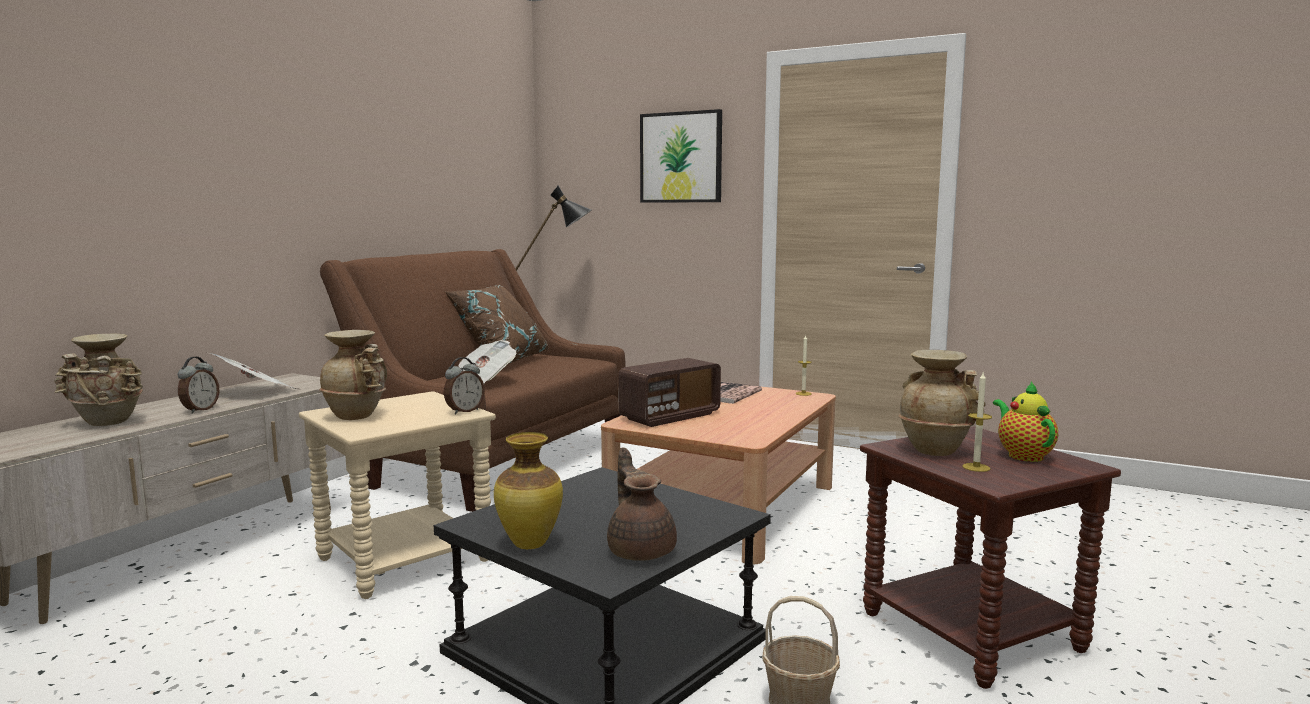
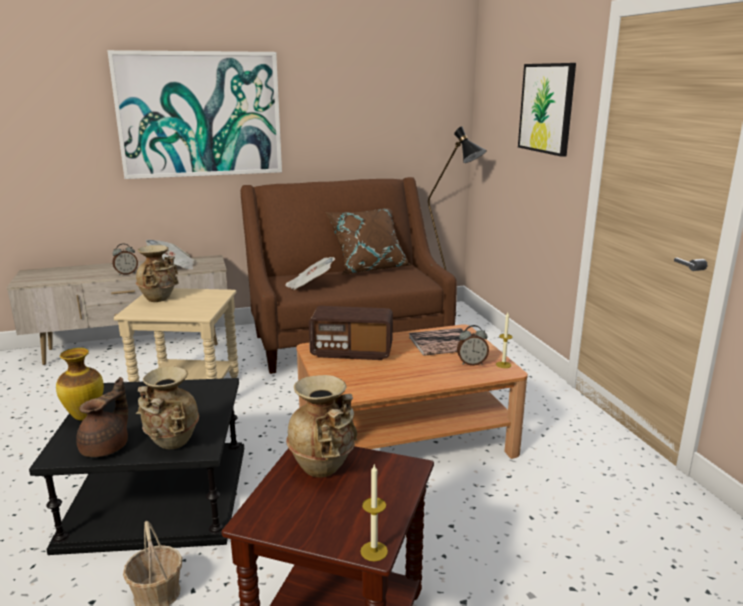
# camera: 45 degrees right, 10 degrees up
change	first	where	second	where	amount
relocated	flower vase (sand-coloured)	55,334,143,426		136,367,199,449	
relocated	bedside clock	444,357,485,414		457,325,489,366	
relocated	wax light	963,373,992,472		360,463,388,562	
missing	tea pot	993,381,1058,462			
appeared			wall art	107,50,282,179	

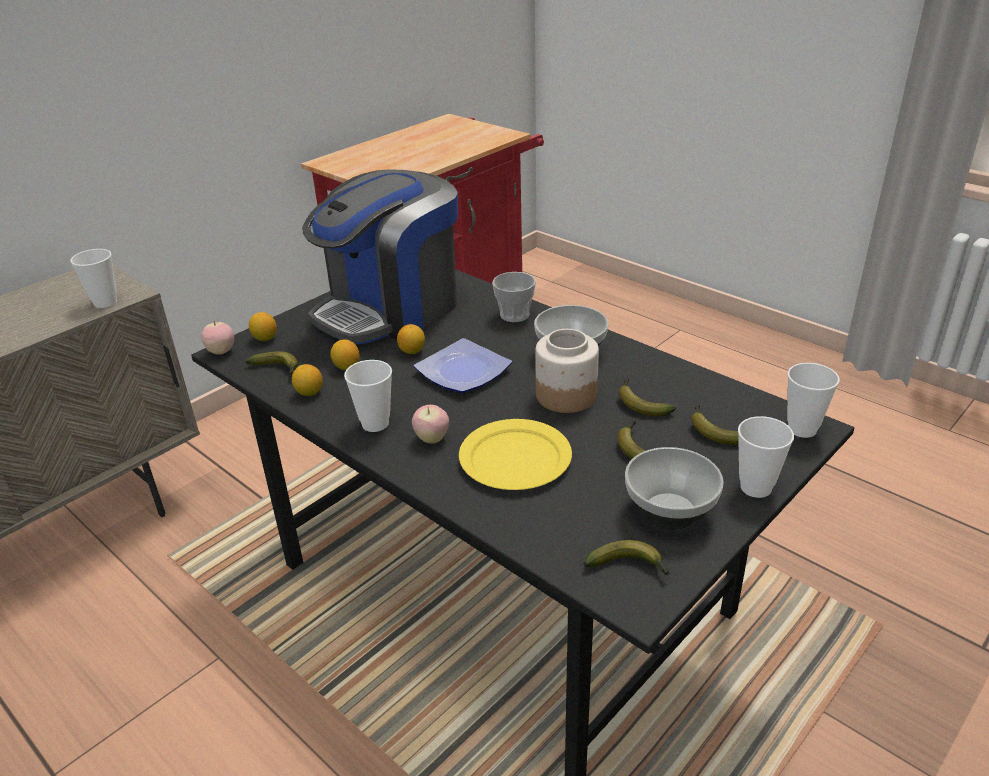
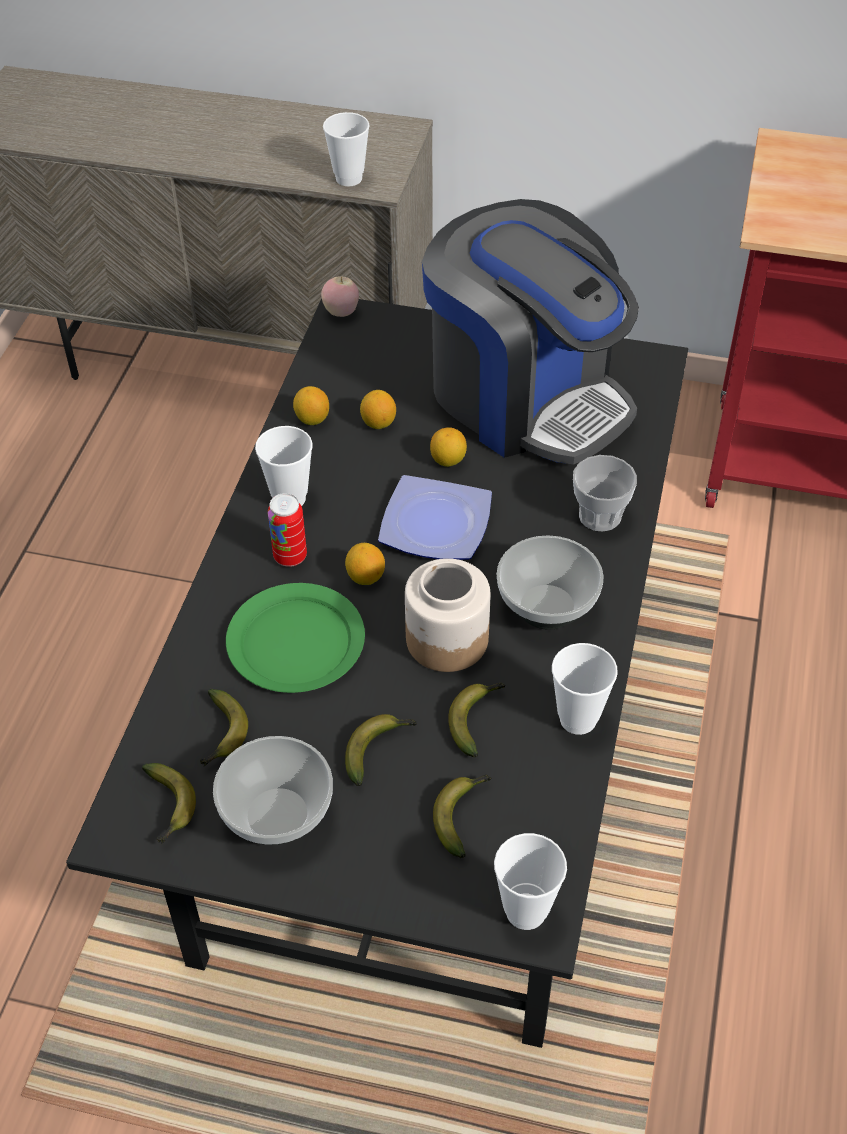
# camera: 60 degrees right, 15 degrees up
change	first	where	second	where	amount
spun	coffee brewer	302,169,458,345		422,199,639,465	150 degrees counterclockwise
relocated	citrus fruit	249,312,277,341		345,543,385,585	
relocated	banana fruit	245,351,298,375		200,689,248,767	
exchanged	apple	412,405,449,444	metal can	268,493,307,567	
relocated	small cup	738,416,794,498		552,643,618,735	
colour	dinner plate (yellow-coloured)	459,419,572,490	dinner plate (green-coloured)	226,583,365,693	

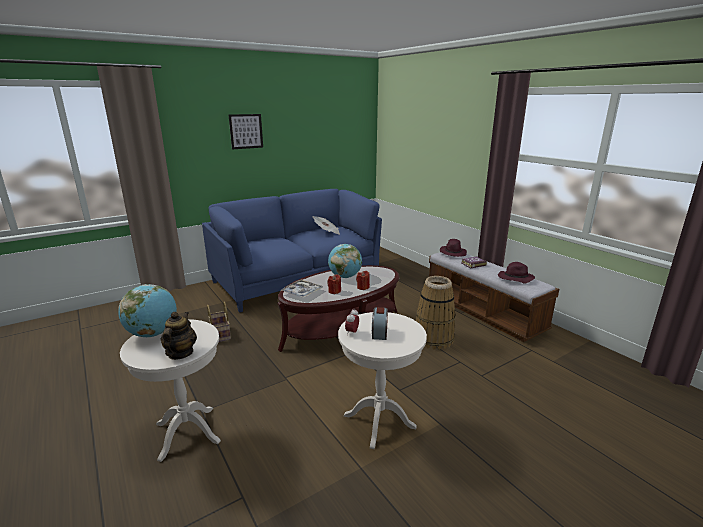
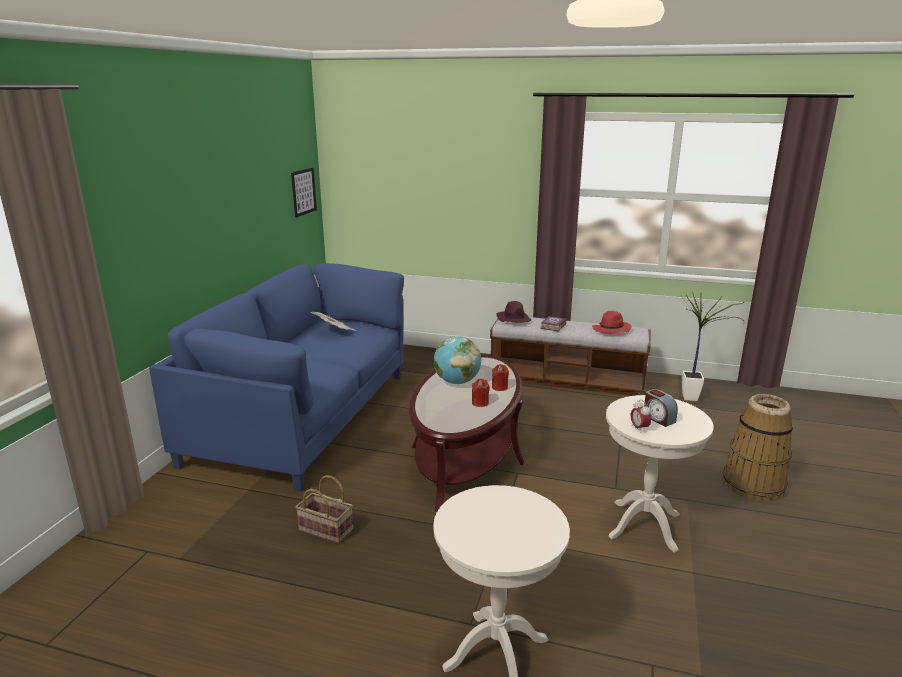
# camera: 40 degrees left, 0 degrees up
change	first	where	second	where	amount
relocated	wall art	229,114,263,149		291,168,317,218	
colour	hat (purple-coloured)	498,262,535,283	hat (red-coloured)	592,311,631,333	
relocated	household basket	416,276,456,350		723,394,793,502	
missing	serving tray	280,280,323,298			
missing	desk globe	118,284,177,337			
missing	tea pot	161,312,197,360			
appeared			plant in a pot	681,294,744,401	

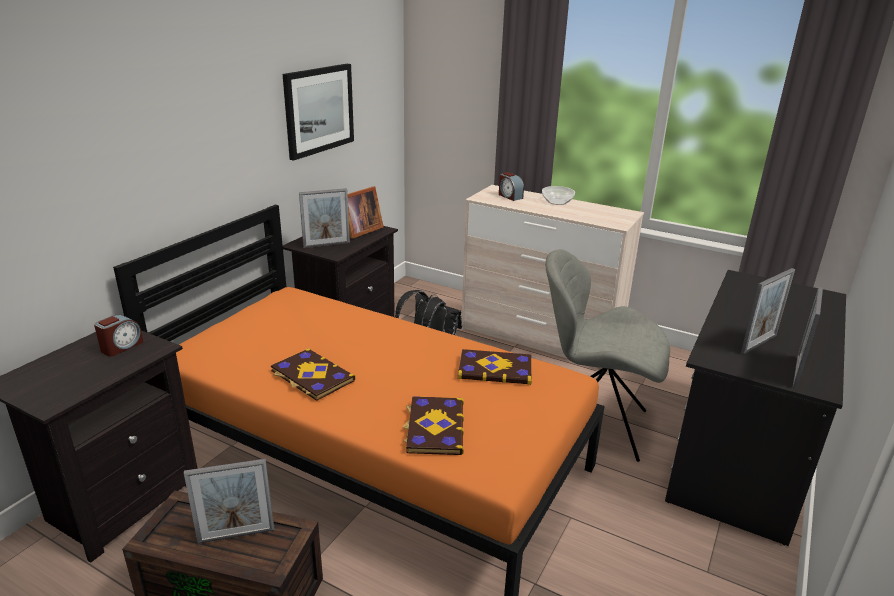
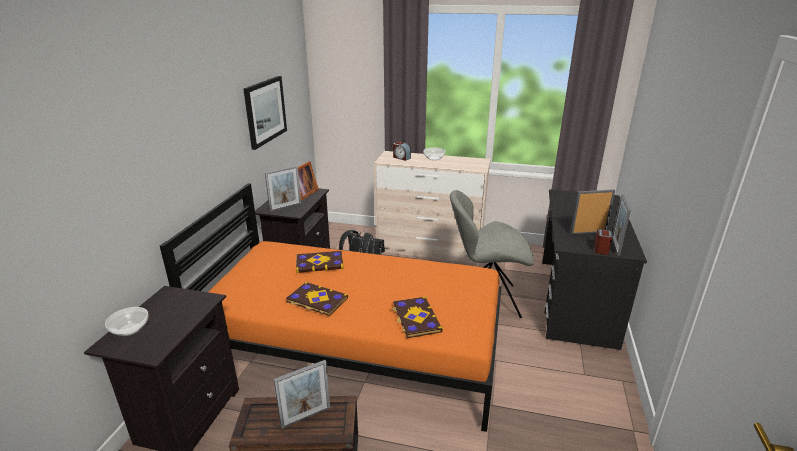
# camera: 15 degrees left, 0 degrees up
change	first	where	second	where	amount
spun	photo frame	741,268,795,354		570,189,615,235	135 degrees counterclockwise
relocated	bedside clock	94,315,143,356		594,229,612,255	
relocated	volume	458,349,532,385		296,251,344,273	
appeared			serving bowl	105,307,148,336	

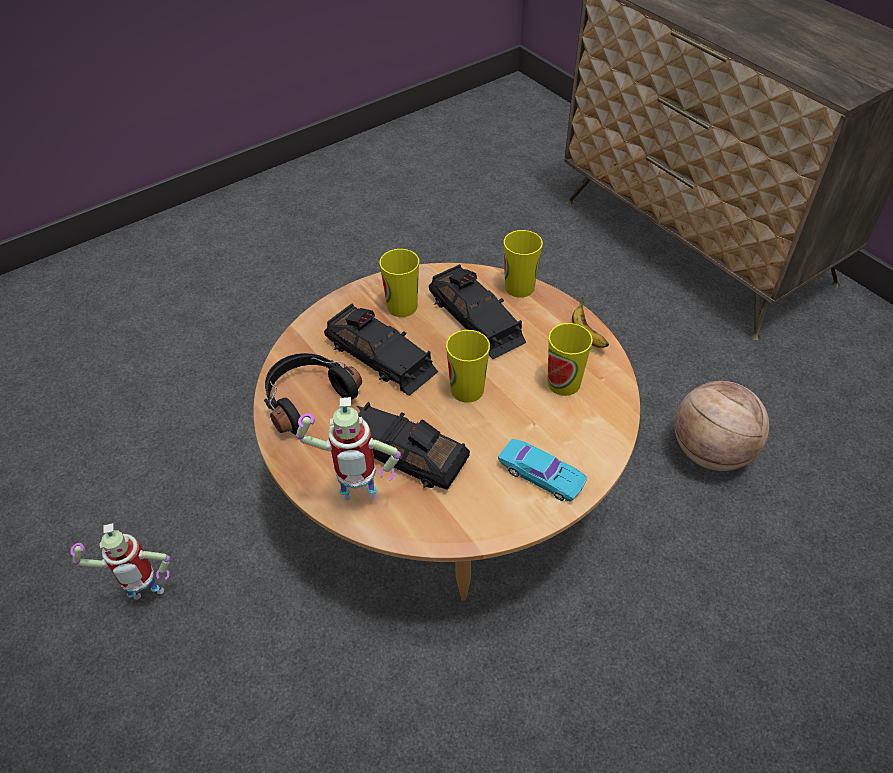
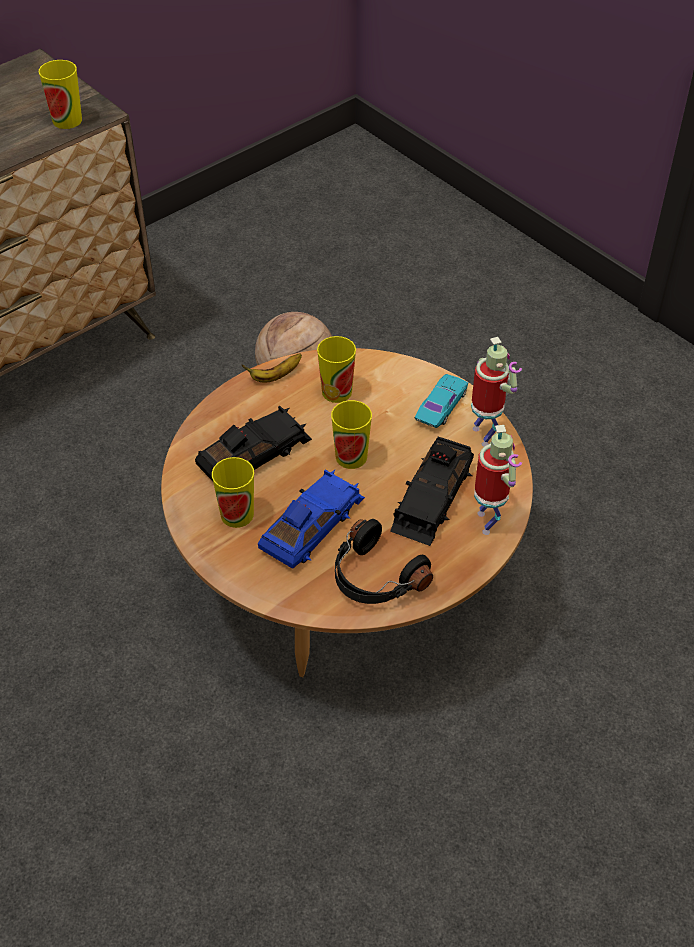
# camera: 95 degrees left, 0 degrees up
change	first	where	second	where	amount
relocated	small cup	504,230,543,298		39,60,82,129	
colour	toy car (blackish)	324,304,438,396	toy car (blue-coloured)	258,470,365,569	
relocated	model robot	70,523,171,600		471,337,522,447	

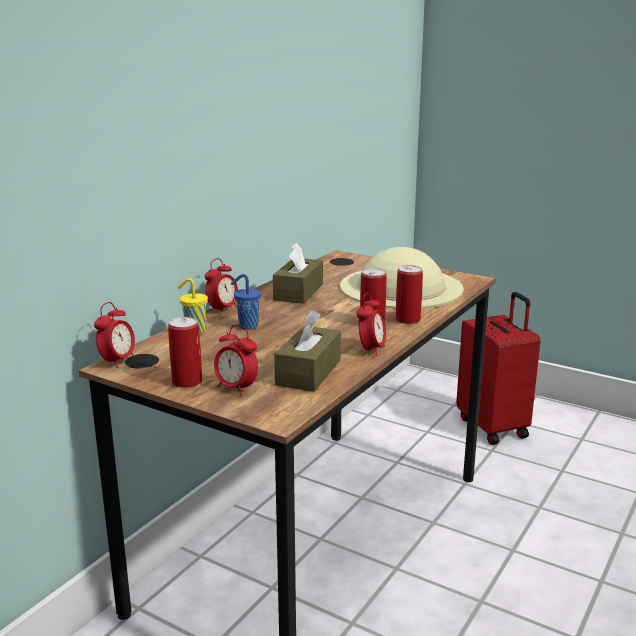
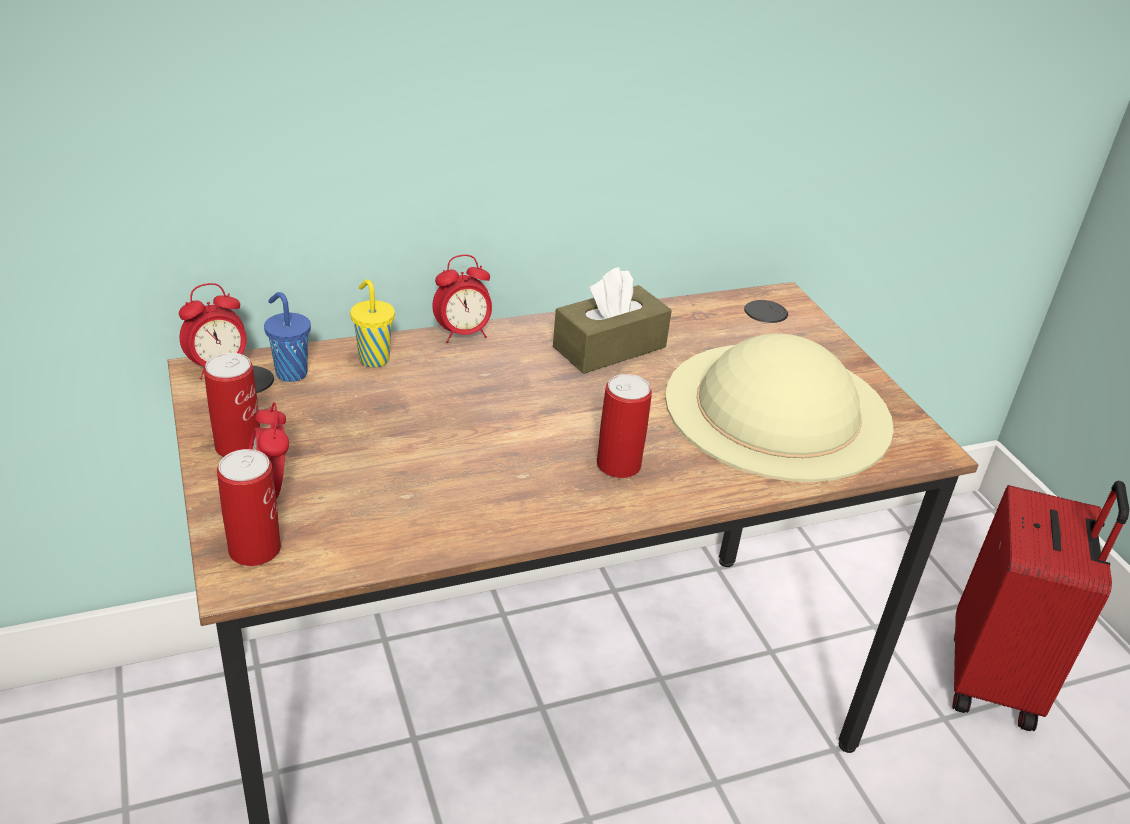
# camera: 35 degrees right, 15 degrees up
change	first	where	second	where	amount
relocated	metal can	396,265,423,324		217,449,281,566	
relocated	small cup (blue-coloured)	231,274,261,330		264,292,311,382	
missing	bedside clock	357,293,386,356			
missing	tissue box (brown)	274,311,341,392			

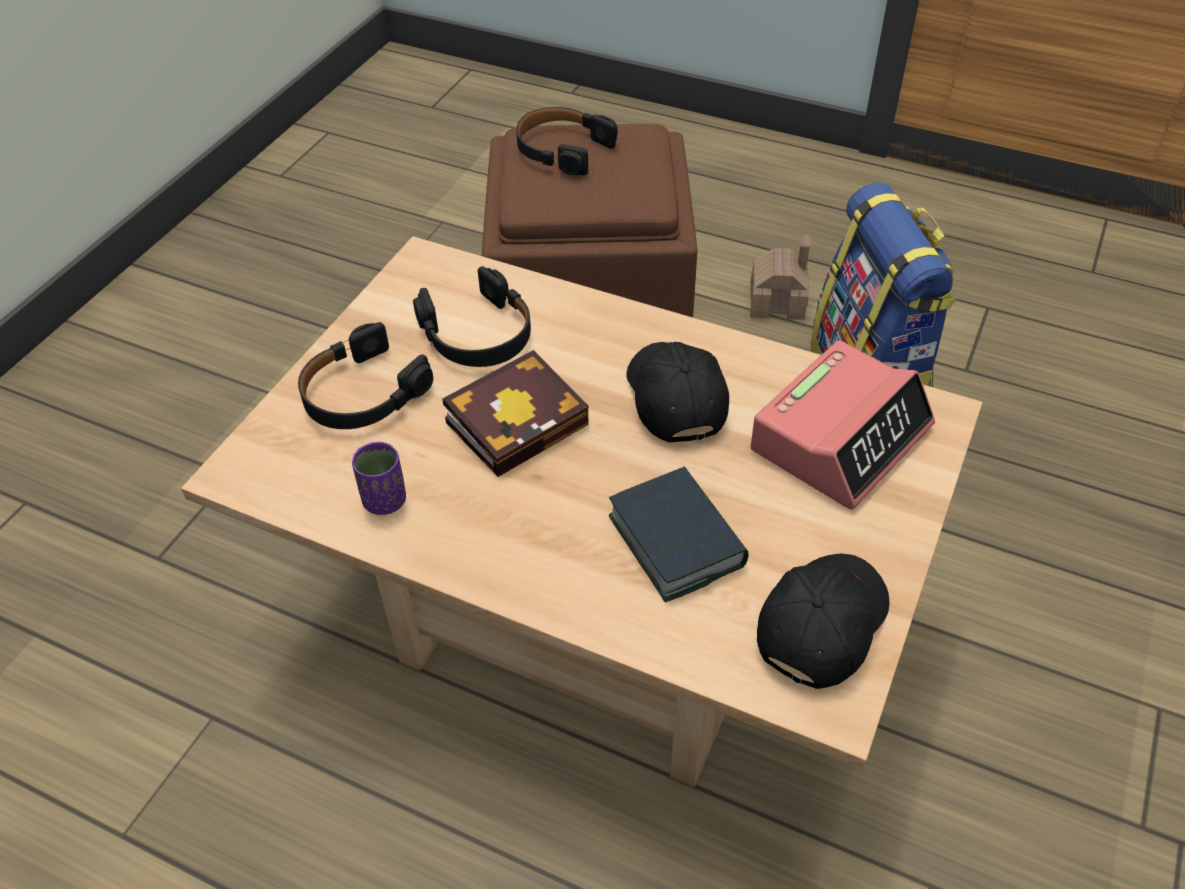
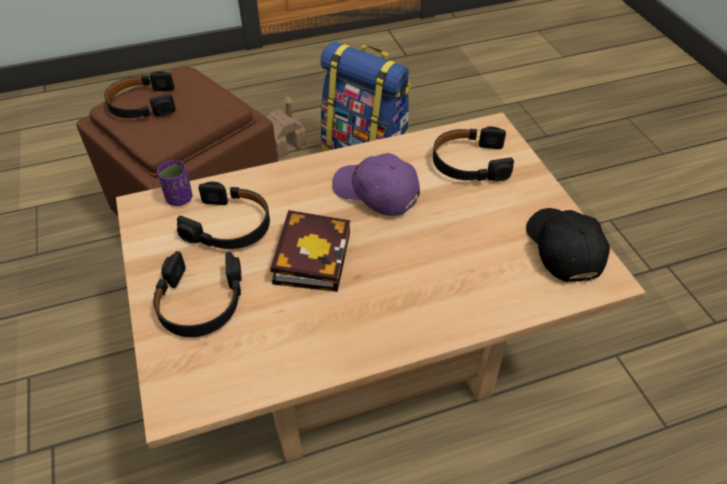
# camera: 45 degrees left, 0 degrees up
change	first	where	second	where	amount
exchanged	bedside clock	751,340,935,509	headset (blackish)	433,126,514,181	
colour	cap (blackish)	626,342,729,443	cap (purple-coloured)	332,153,420,216	
relocated	small cup (purple-coloured)	352,442,406,515		157,161,192,206	
missing	volume	609,466,749,602			

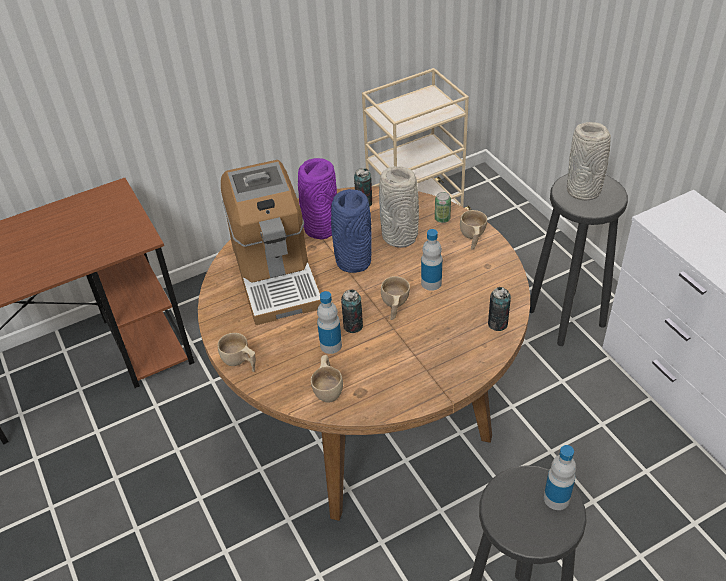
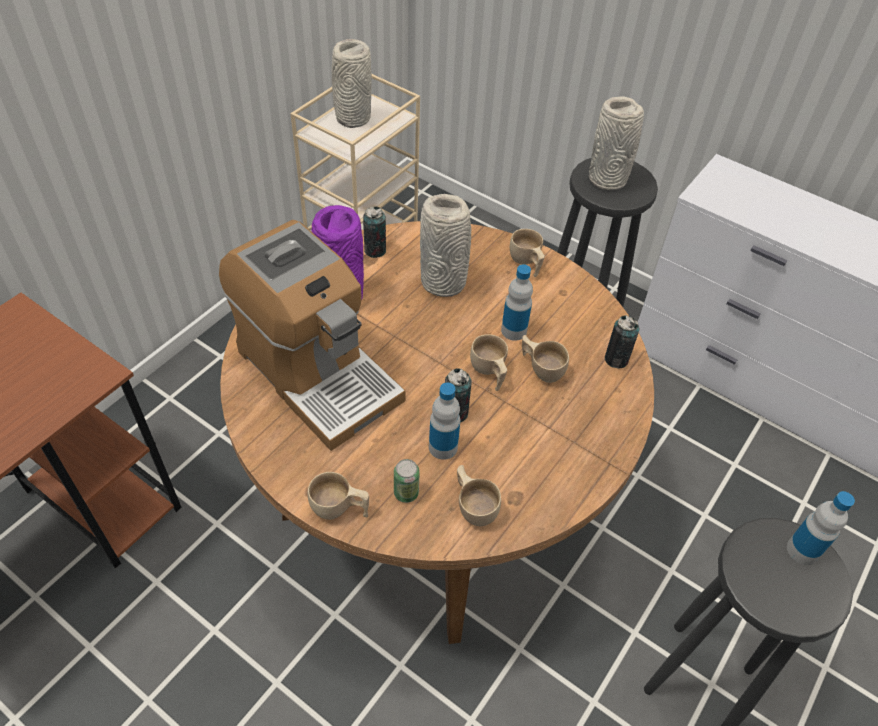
# camera: 30 degrees left, 5 degrees up
change	first	where	second	where	amount
missing	flower vase (blue-coloured)	331,189,372,273			
relocated	metal can	435,192,451,223		394,459,420,503	
appeared			flower vase (gray)	332,39,372,128	
appeared			small cup (sand-coloured)	522,335,569,383	

